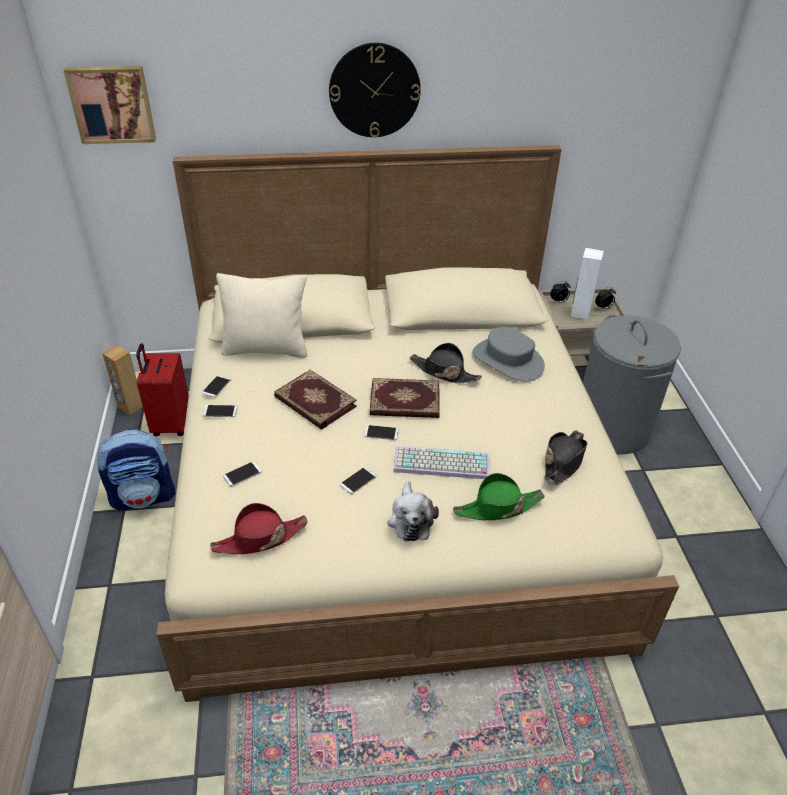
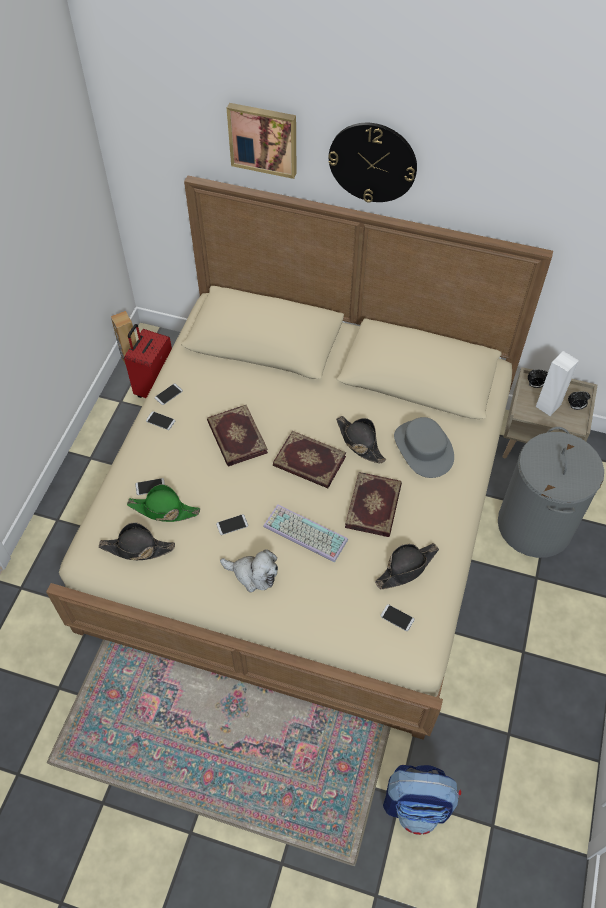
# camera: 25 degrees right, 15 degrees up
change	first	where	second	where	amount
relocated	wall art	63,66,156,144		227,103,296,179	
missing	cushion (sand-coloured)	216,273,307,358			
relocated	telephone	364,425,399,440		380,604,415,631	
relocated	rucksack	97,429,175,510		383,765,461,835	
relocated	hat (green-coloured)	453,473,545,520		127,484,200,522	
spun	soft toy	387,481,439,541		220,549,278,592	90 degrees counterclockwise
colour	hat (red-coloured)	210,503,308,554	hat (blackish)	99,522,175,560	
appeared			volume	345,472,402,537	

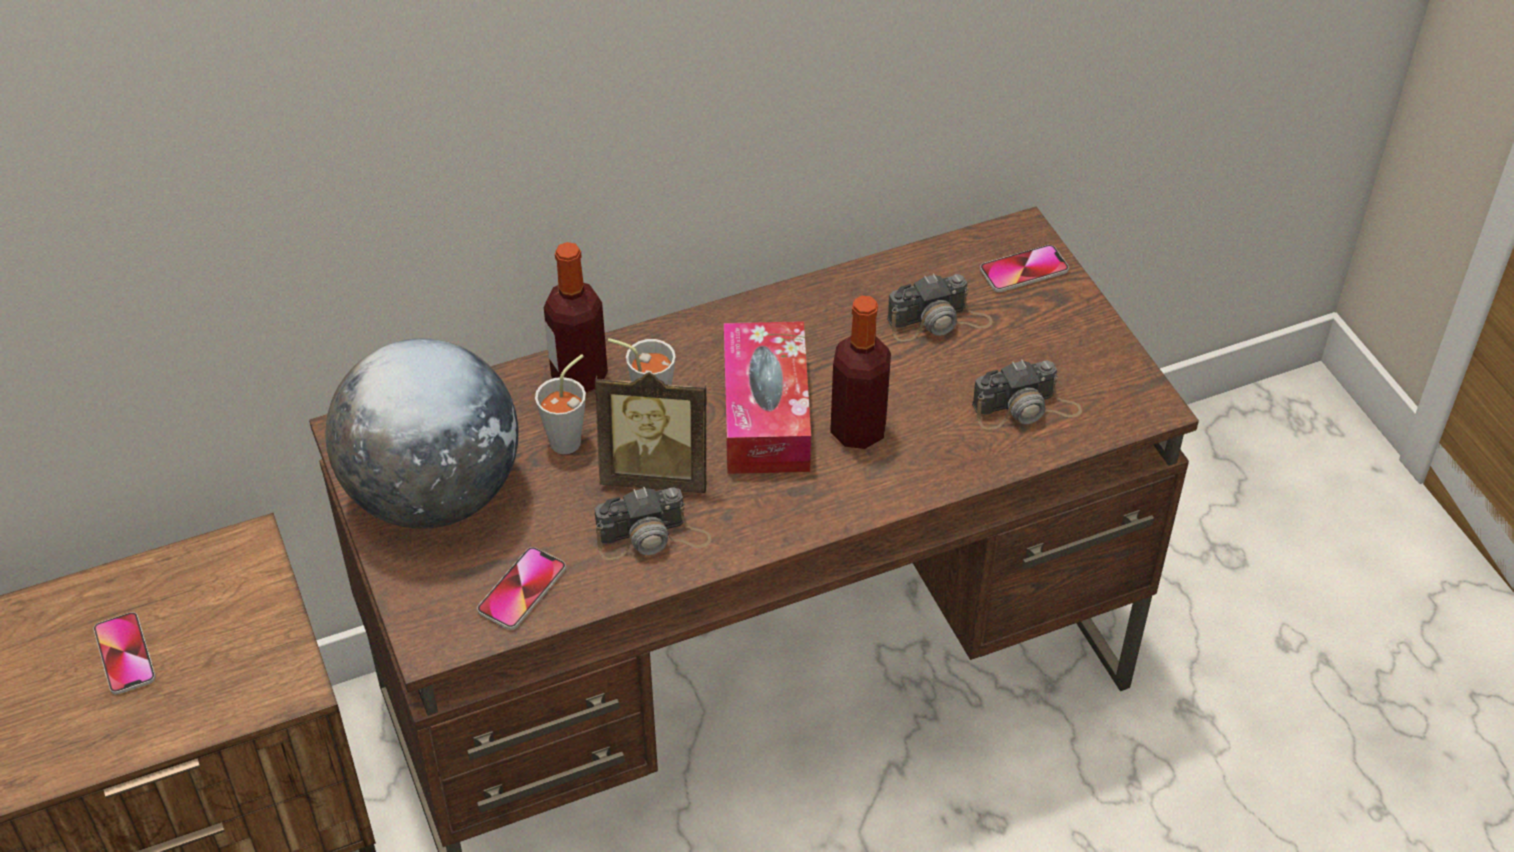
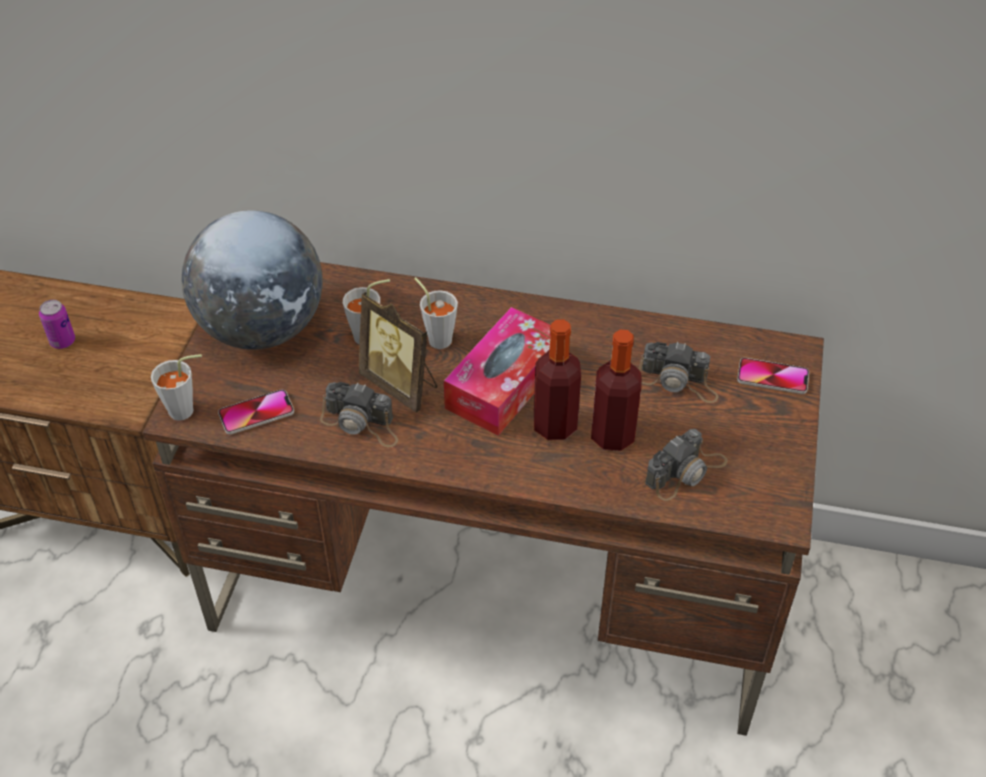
# camera: 35 degrees right, 0 degrees up
change	first	where	second	where	amount
relocated	beverage bottle	544,242,608,393		591,330,642,451	
spun	still camera	972,360,1082,430		645,429,728,501	60 degrees counterclockwise
exchanged	telephone	93,612,156,695	metal can	39,300,75,349	
appeared			small cup (gray)	151,354,202,421	

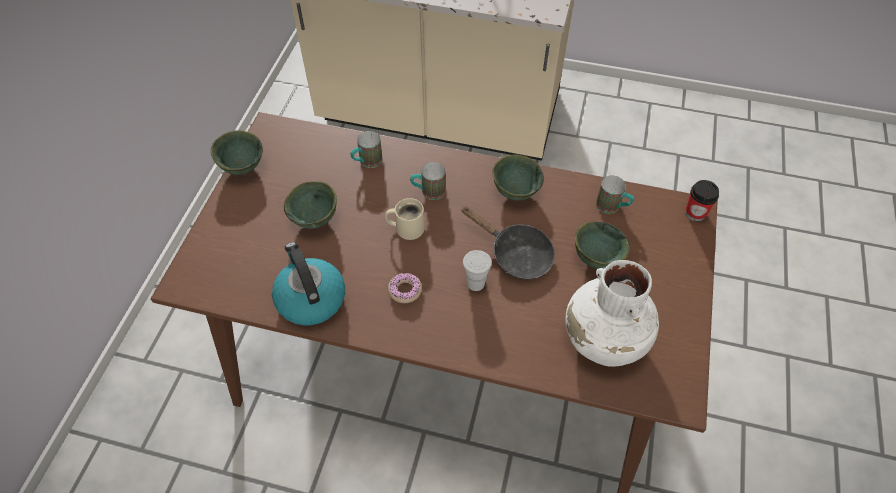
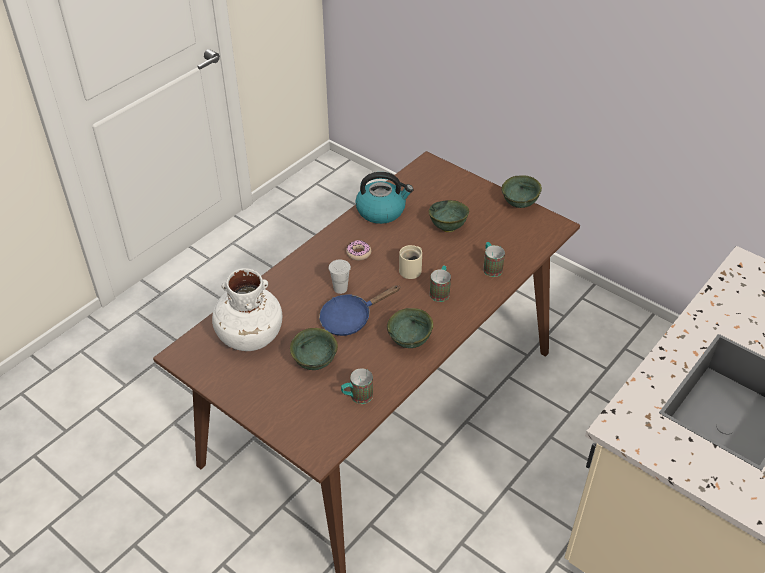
# camera: 115 degrees right, 10 degrees down
change	first	where	second	where	amount
missing	small cup	685,180,719,221			
colour	skillet (blackish)	461,206,555,279	skillet (blue-coloured)	319,285,401,336	

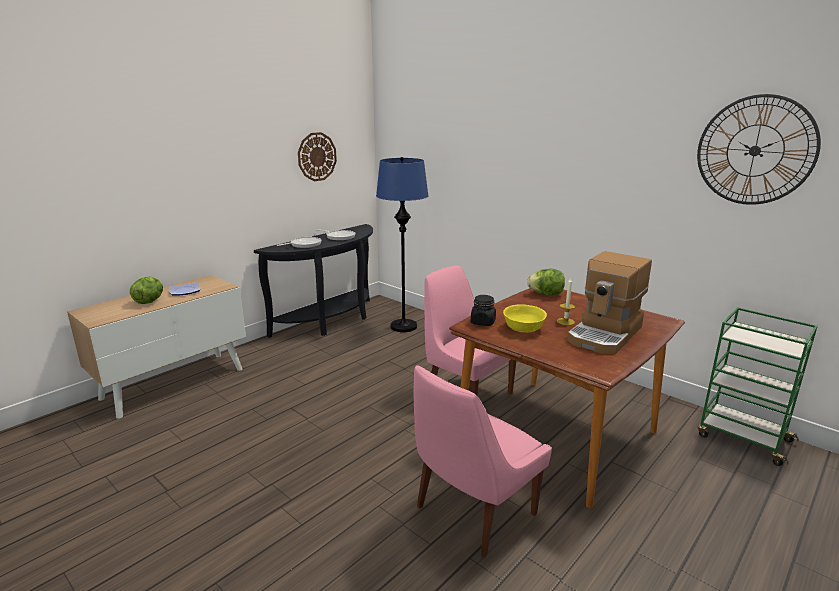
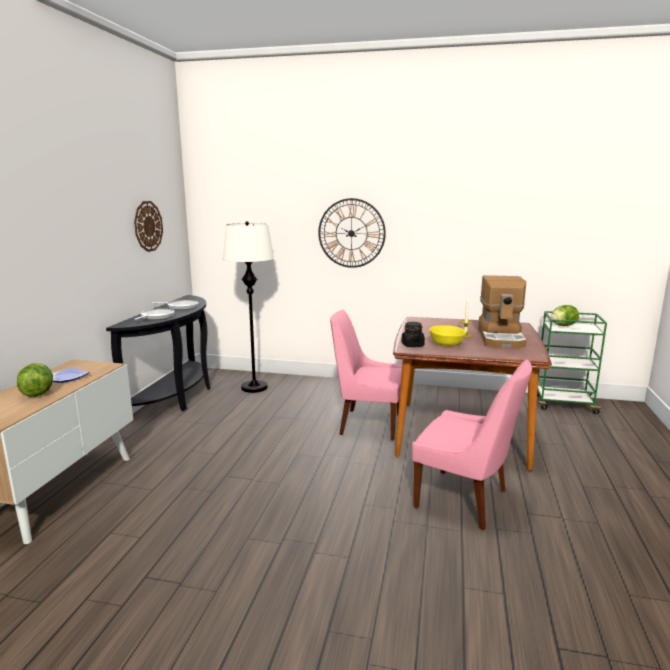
# camera: 30 degrees left, 5 degrees down
change	first	where	second	where	amount
relocated	hanging clock	697,94,821,205		318,198,386,268	
colour	standard lamp (blue-coloured)	376,157,429,332	standard lamp (whitish)	223,221,274,393	
relocated	lettuce	527,269,565,295		551,305,579,326	
spun	chair (pinkish)	414,365,552,558		412,360,532,530	75 degrees counterclockwise

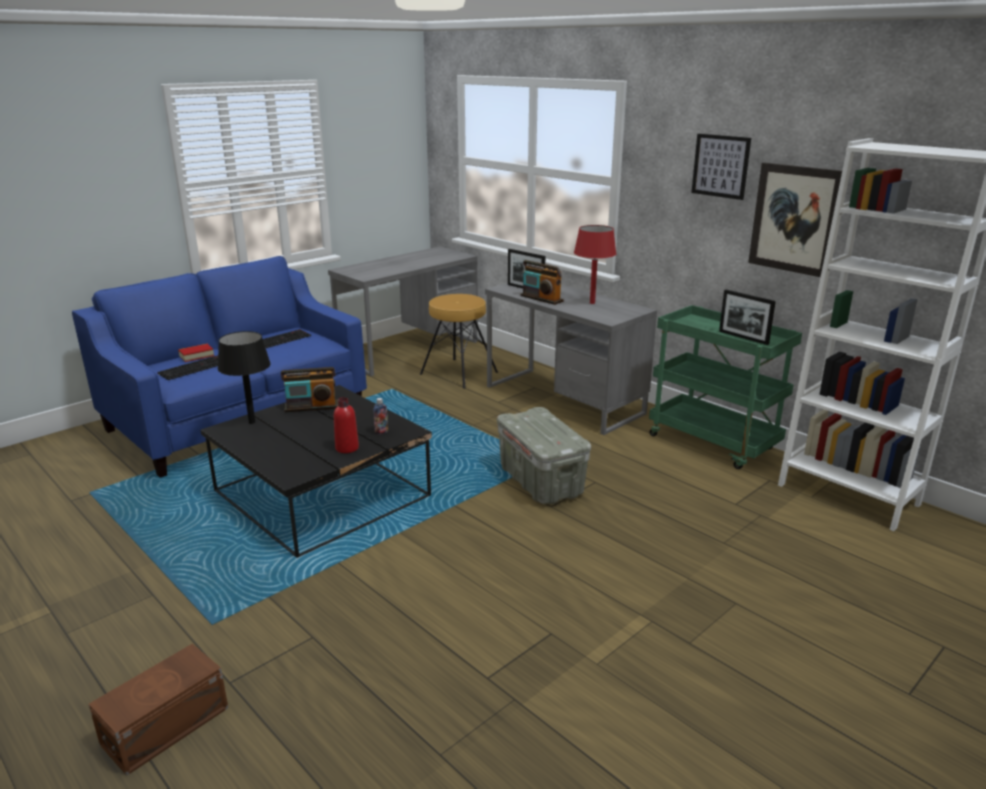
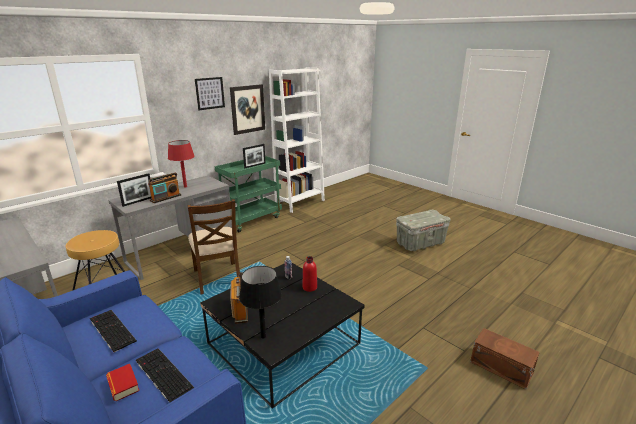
# camera: 90 degrees left, 0 degrees up
change	first	where	second	where	amount
relocated	storage bin (gray)	497,407,591,504		396,210,451,251	
appeared			chair (brown)	187,199,240,294	

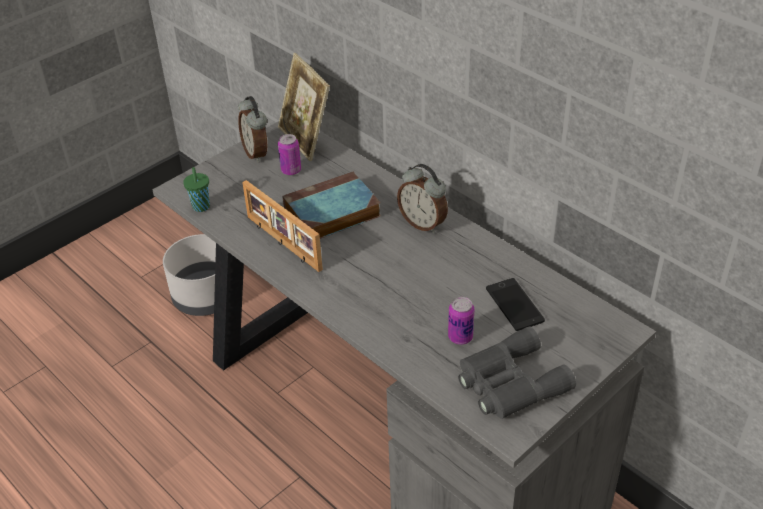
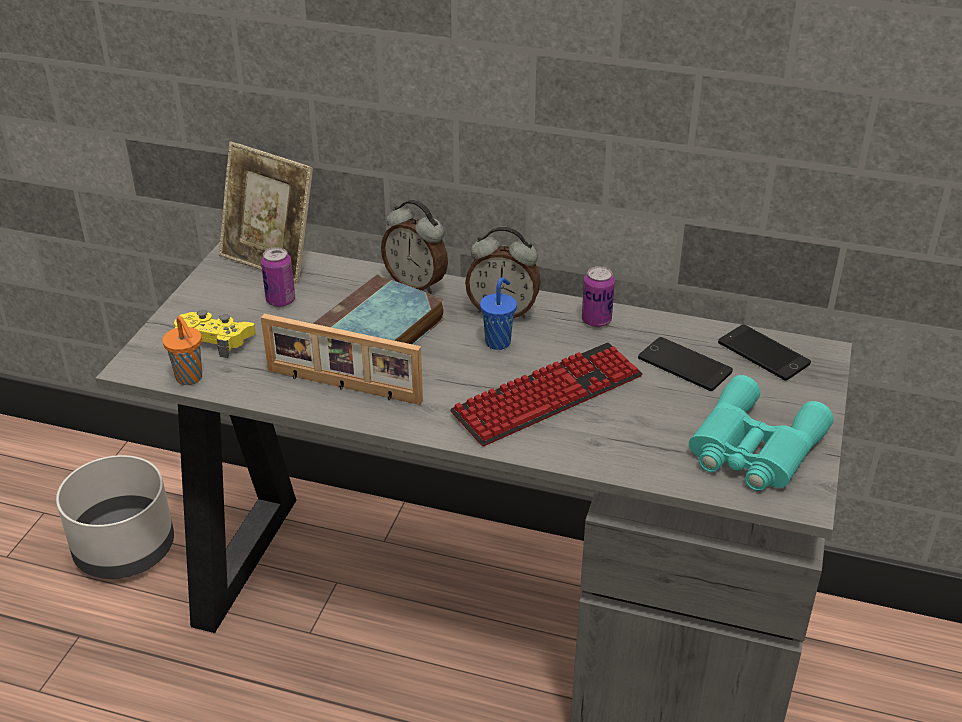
# camera: 30 degrees left, 5 degrees down
change	first	where	second	where	amount
relocated	bedside clock	238,96,267,163		381,200,448,294	
colour	small cup (green-coloured)	183,167,210,212	small cup (orange-coloured)	162,316,202,385	
relocated	metal can	448,297,474,345		582,266,615,327	
colour	binoculars (gray)	458,327,576,419	binoculars (blue-green)	689,375,834,491	
appeared			small cup (blue-coloured)	480,277,517,350	
appeared			gamepad (yellow-coloured)	174,310,256,358	
appeared			telephone	718,324,811,381	
appeared			computer keyboard	450,343,643,446	

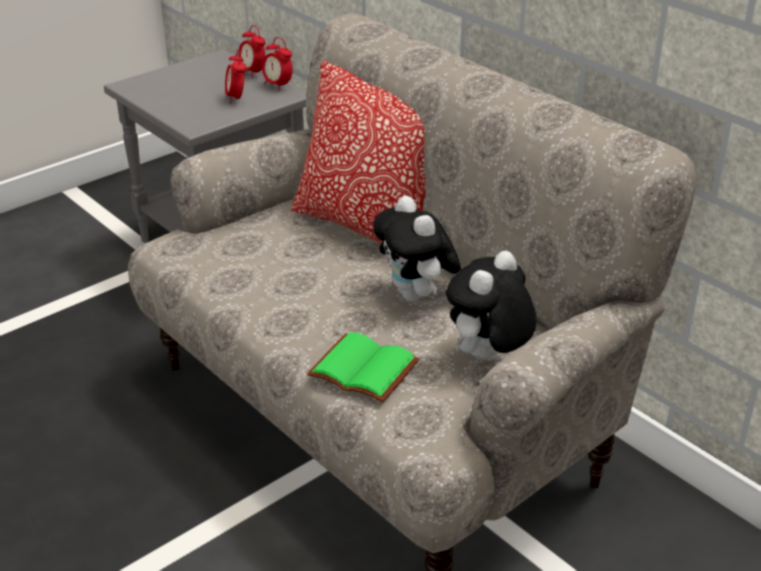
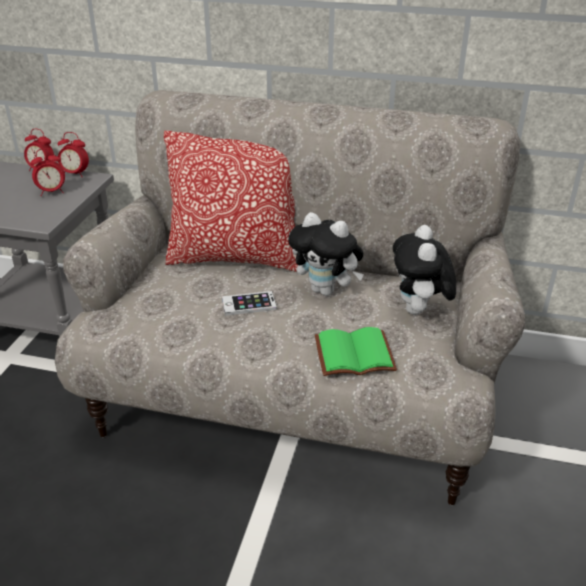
# camera: 35 degrees left, 0 degrees up
change	first	where	second	where	amount
spun	bedside clock	225,50,246,104		30,148,65,196	60 degrees counterclockwise
appeared			telephone	222,291,277,316	

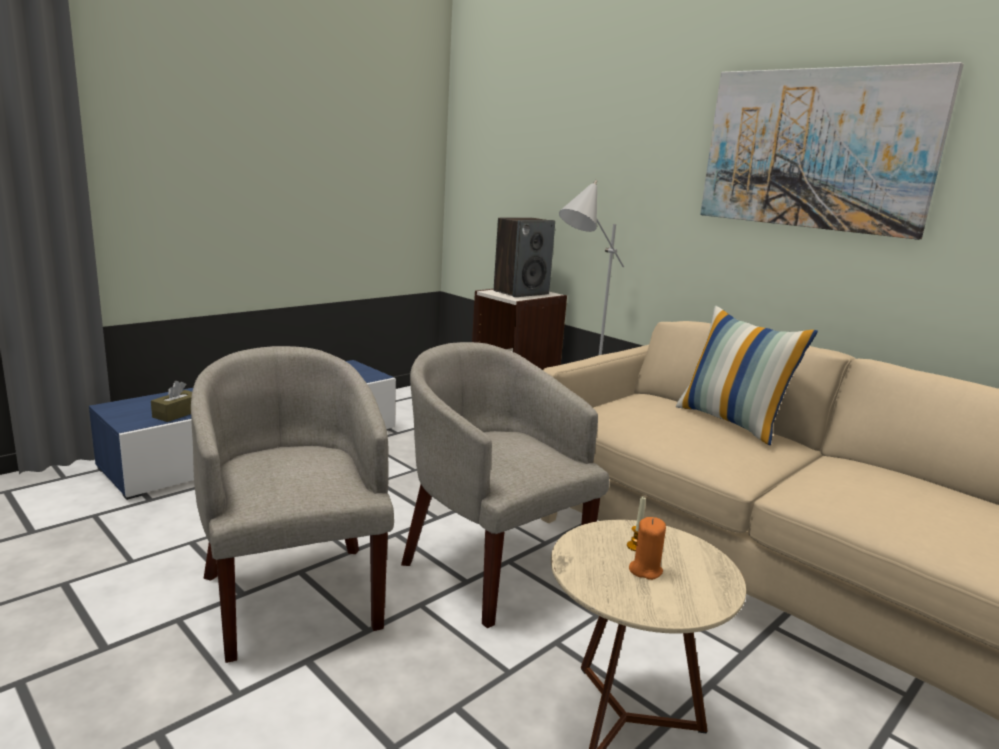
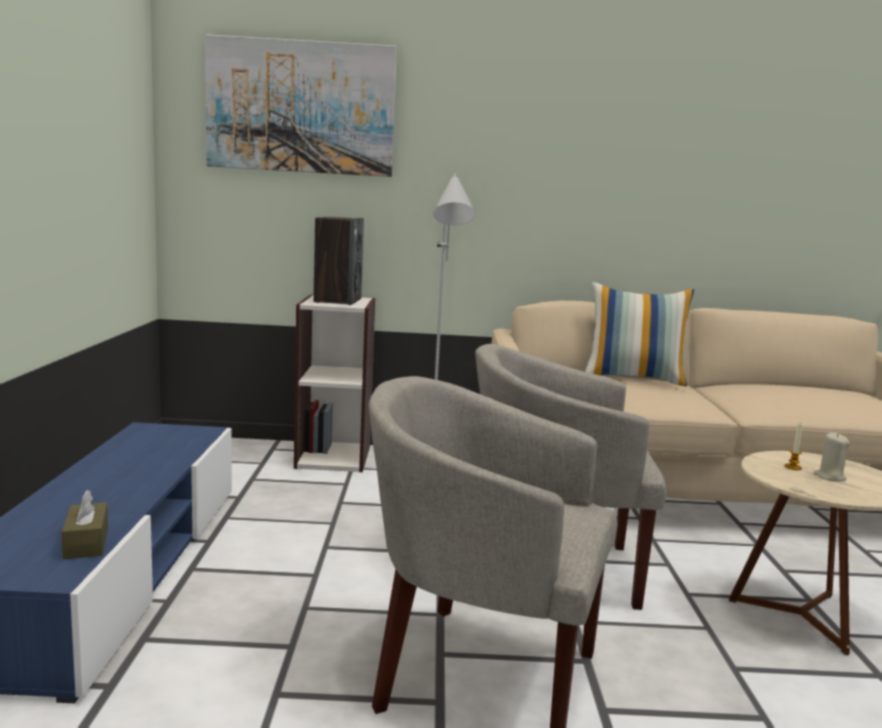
# camera: 45 degrees left, 5 degrees down
change	first	where	second	where	amount
relocated	wall art	700,62,964,240		205,34,397,177	
colour	wax light (orange-coloured)	629,517,666,580	wax light (sand-coloured)	813,433,850,482	

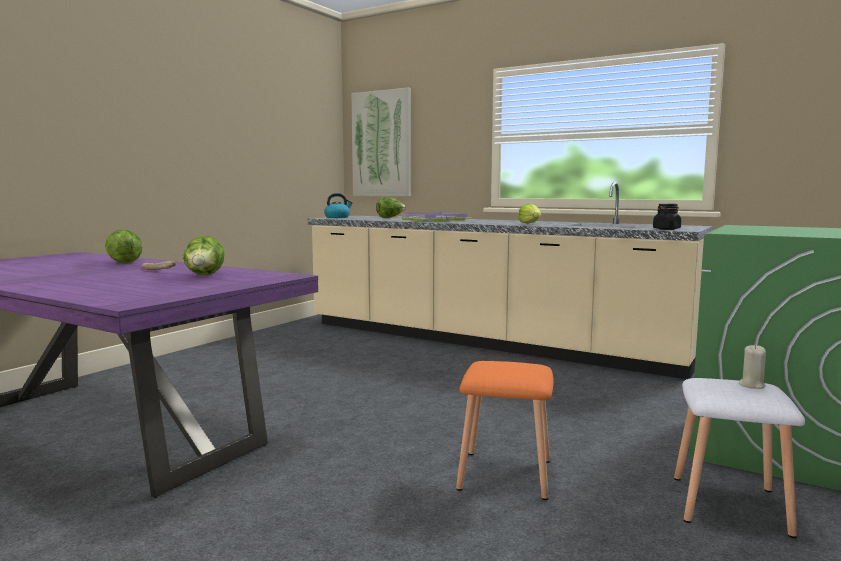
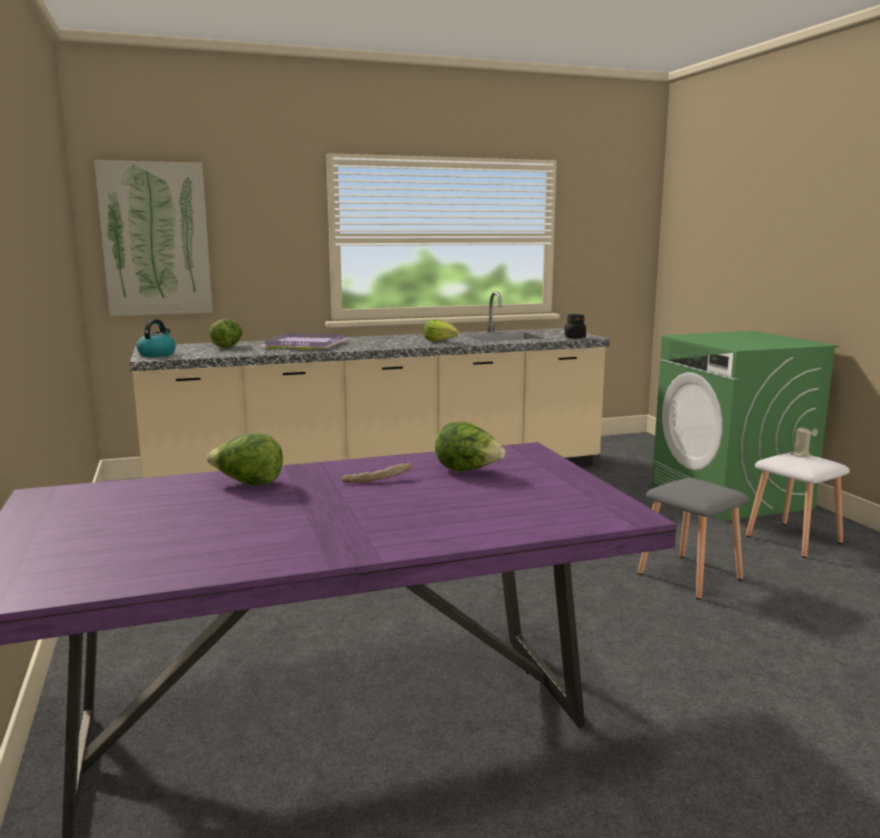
# camera: 50 degrees left, 5 degrees up
change	first	where	second	where	amount
colour	sitting stool (orange-coloured)	456,361,554,500	sitting stool (gray)	638,478,749,600	

